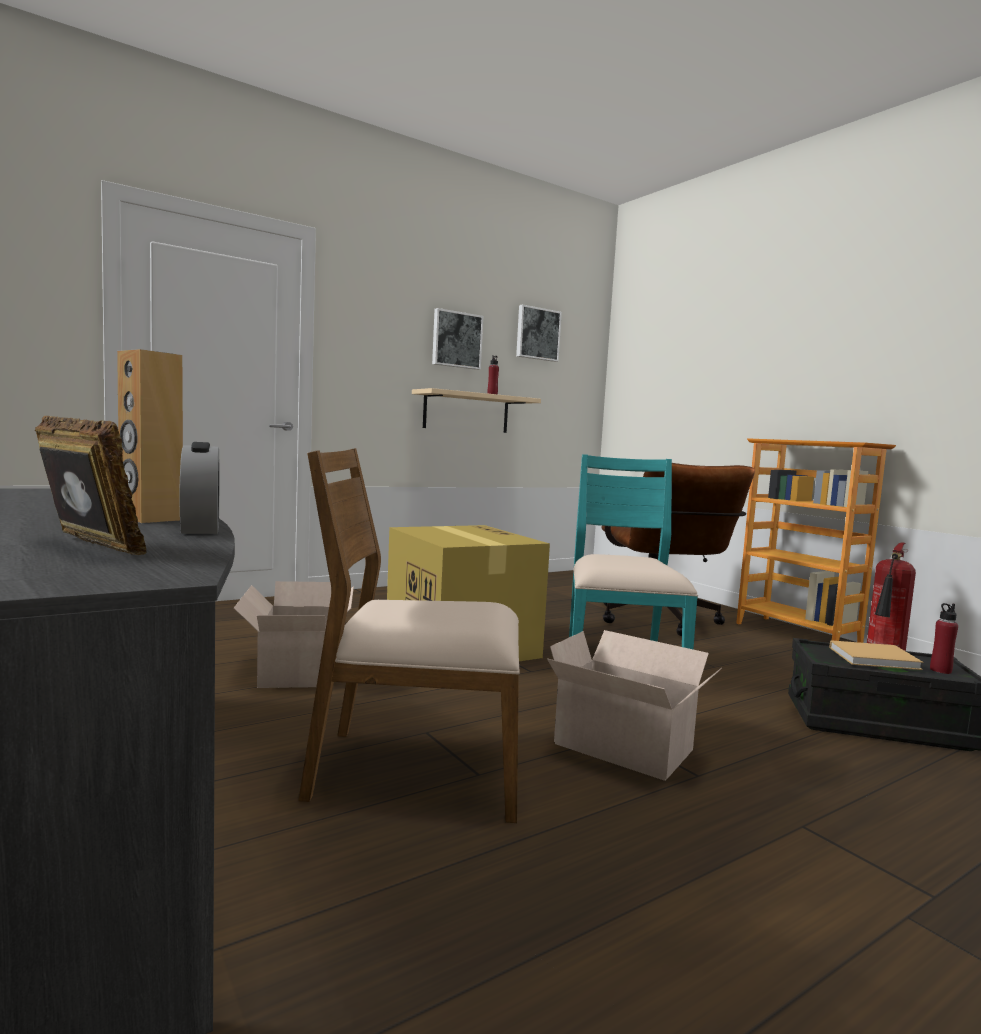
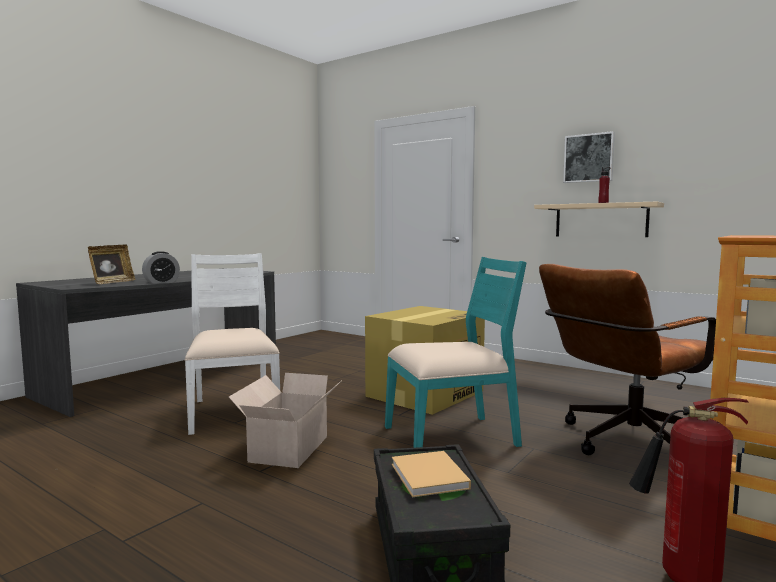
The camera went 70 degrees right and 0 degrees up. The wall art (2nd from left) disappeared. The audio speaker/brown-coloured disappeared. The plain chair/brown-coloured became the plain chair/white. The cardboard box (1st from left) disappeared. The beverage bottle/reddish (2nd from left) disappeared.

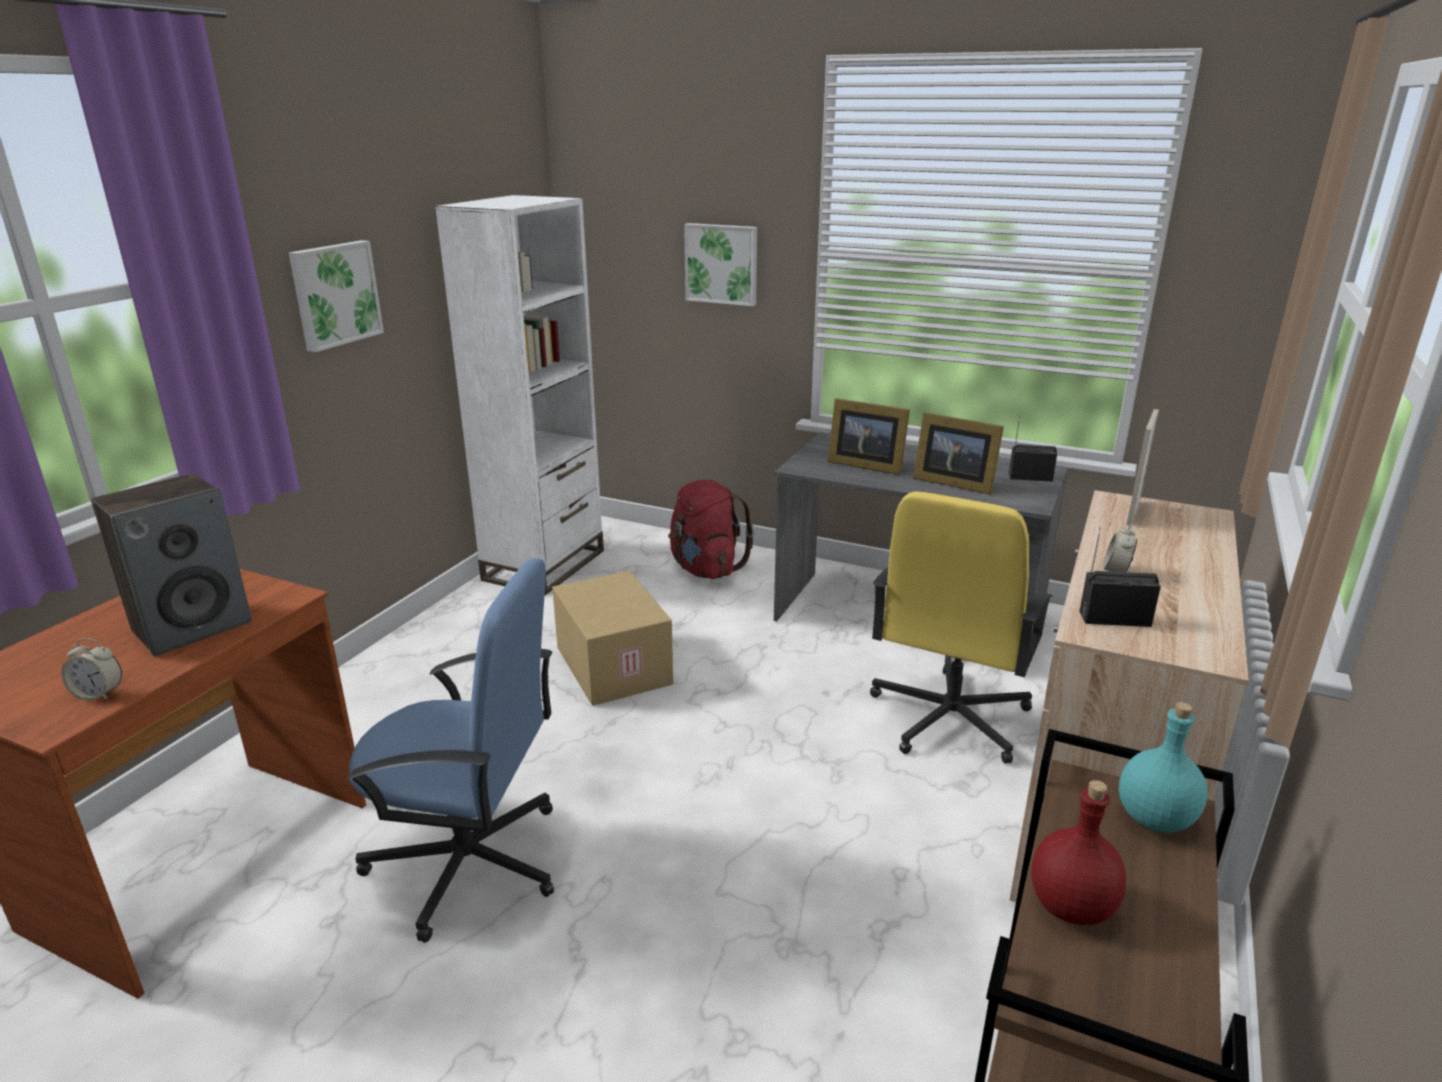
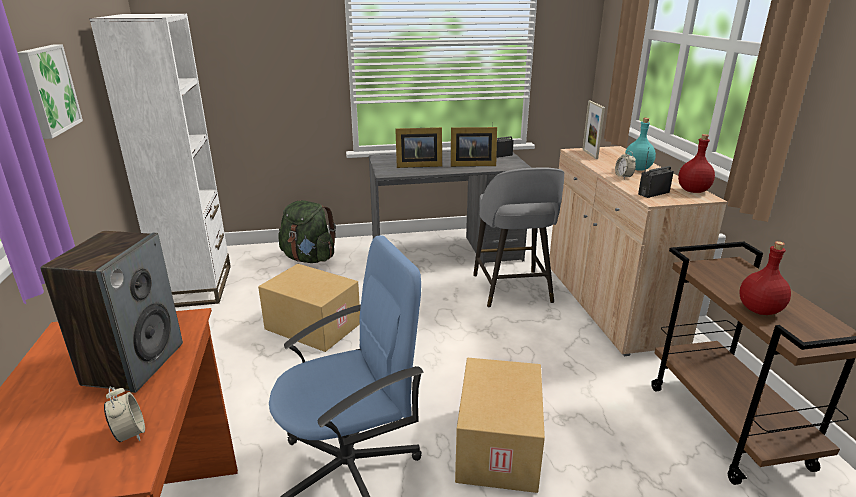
The camera went 35 degrees left and 0 degrees up. The wall art (2nd from left) disappeared. The rucksack/reddish became the rucksack/green-coloured. The desk chair/yellow was replaced by the stool/grey. The table clock (1st from left) turned 90 degrees counterclockwise. The beverage bottle/turquoise moved. The beverage bottle/reddish (1st from left) appeared. The cardboard box (2nd from left) appeared.

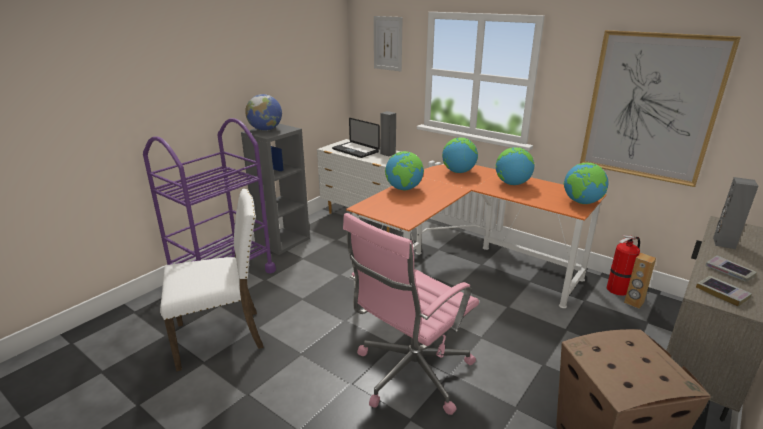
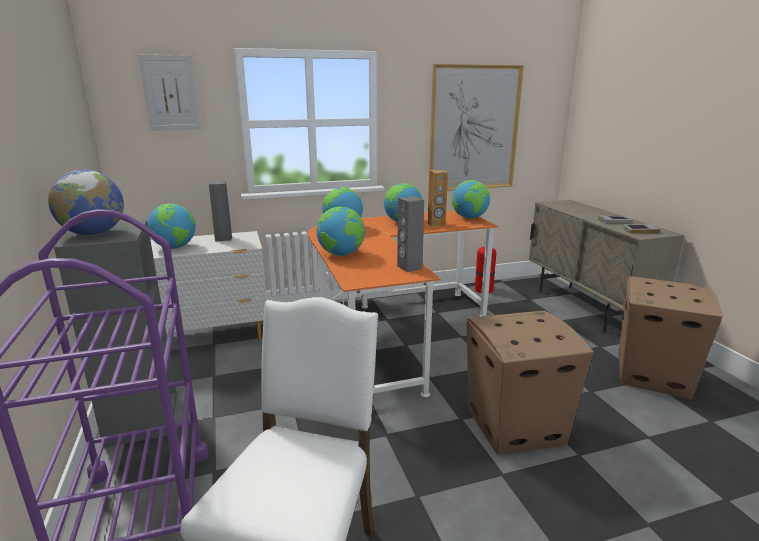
The camera went 55 degrees left and 5 degrees down. The laptop was replaced by the desk globe (2nd from left). The audio speaker/grey (2nd from left) moved. The desk chair/pink-coloured was replaced by the cardboard box (1st from left). The audio speaker/brown-coloured moved.

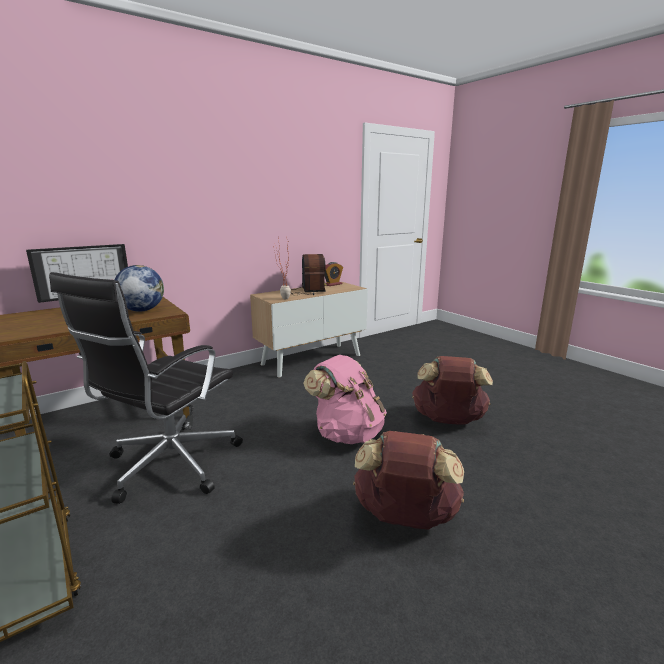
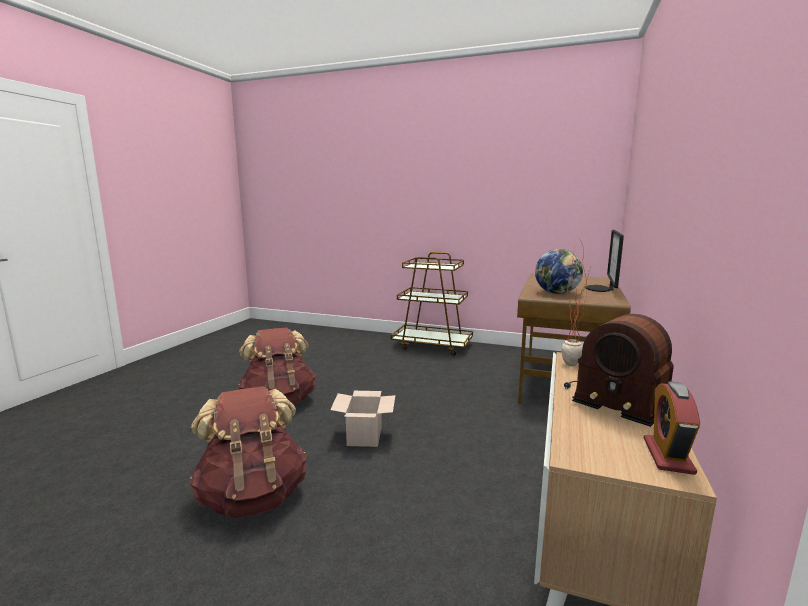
The camera went 145 degrees right and 5 degrees down. The desk chair/black disappeared. The rucksack/pink-coloured was replaced by the cardboard box.

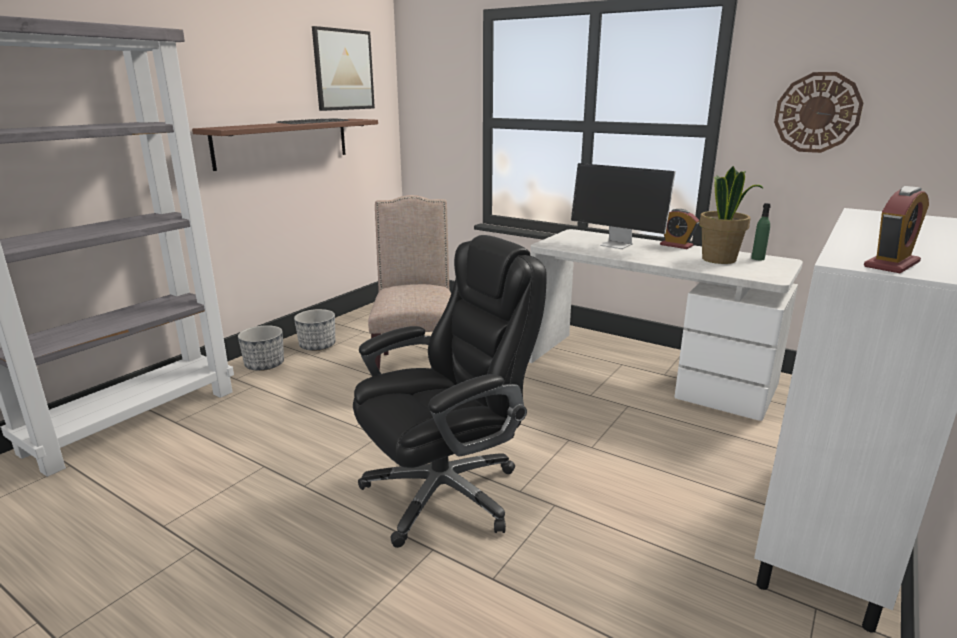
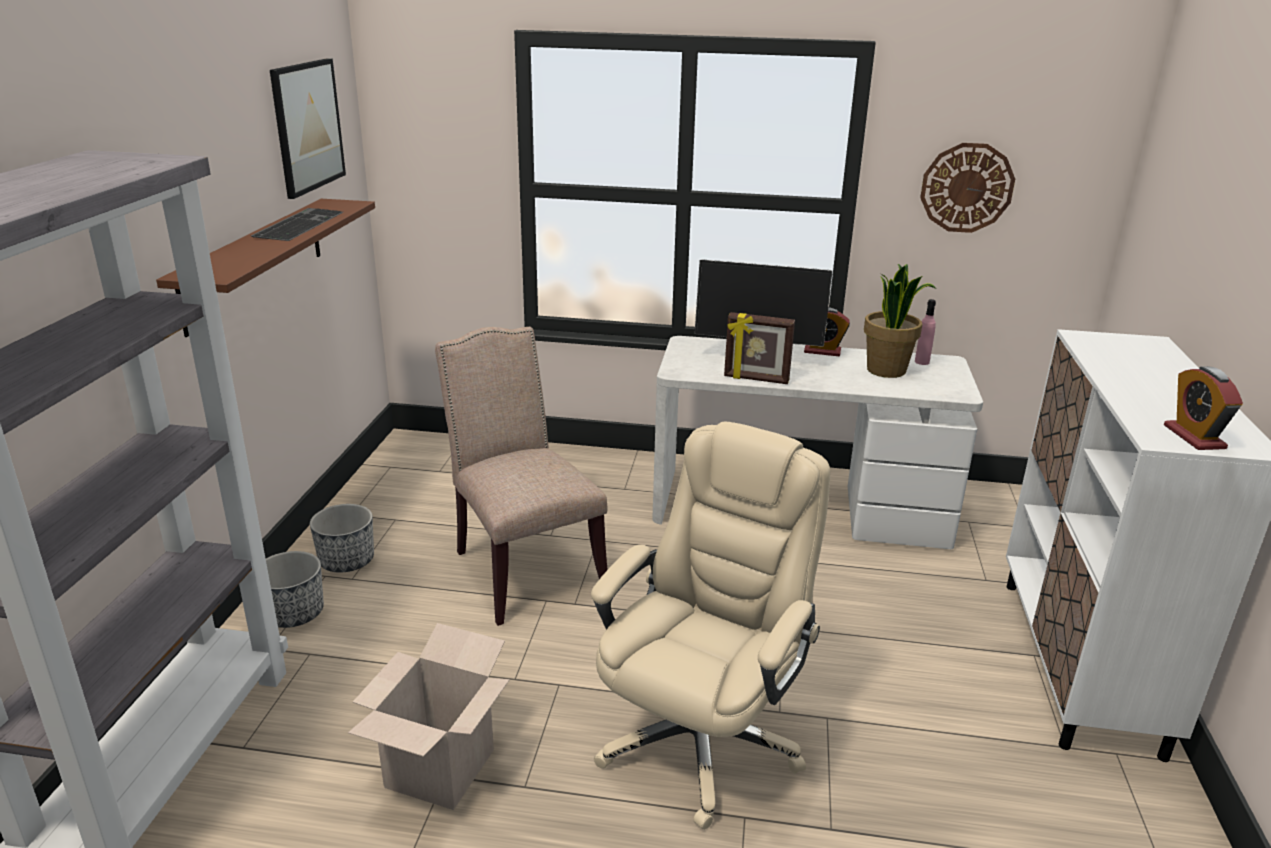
The camera went 25 degrees left and 5 degrees up. The table clock (2nd from left) turned 150 degrees clockwise. The beverage bottle/green-coloured became the beverage bottle/pink-coloured. The desk chair/black became the desk chair/beige. The photo frame appeared. The cardboard box appeared.

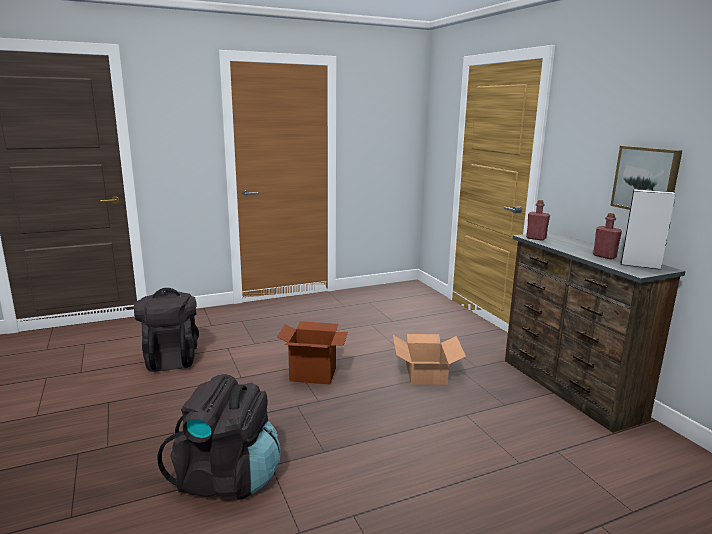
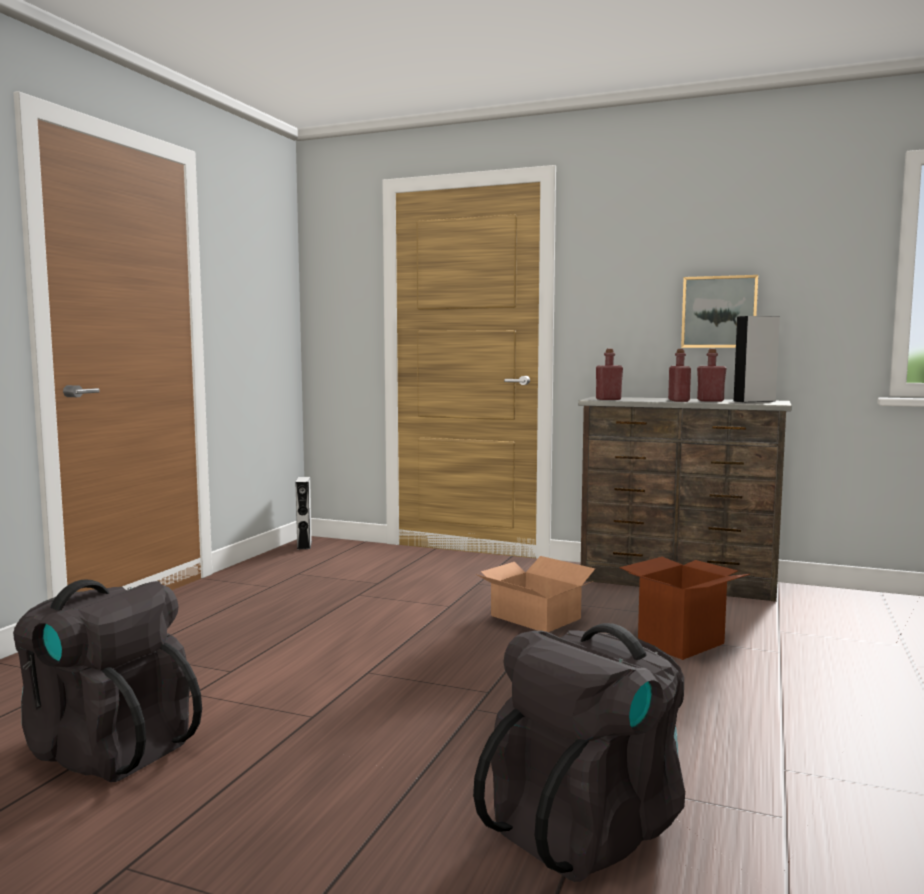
The camera went 45 degrees left and 10 degrees down. The cardboard box (1st from left in the first image) moved. The beverage bottle/reddish (2nd from left) appeared. The audio speaker/grey (1st from left) appeared.

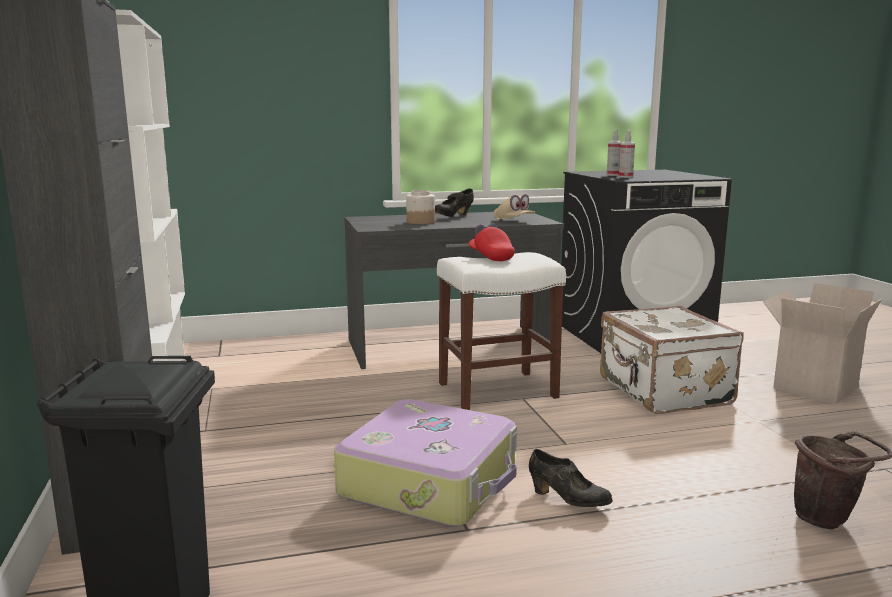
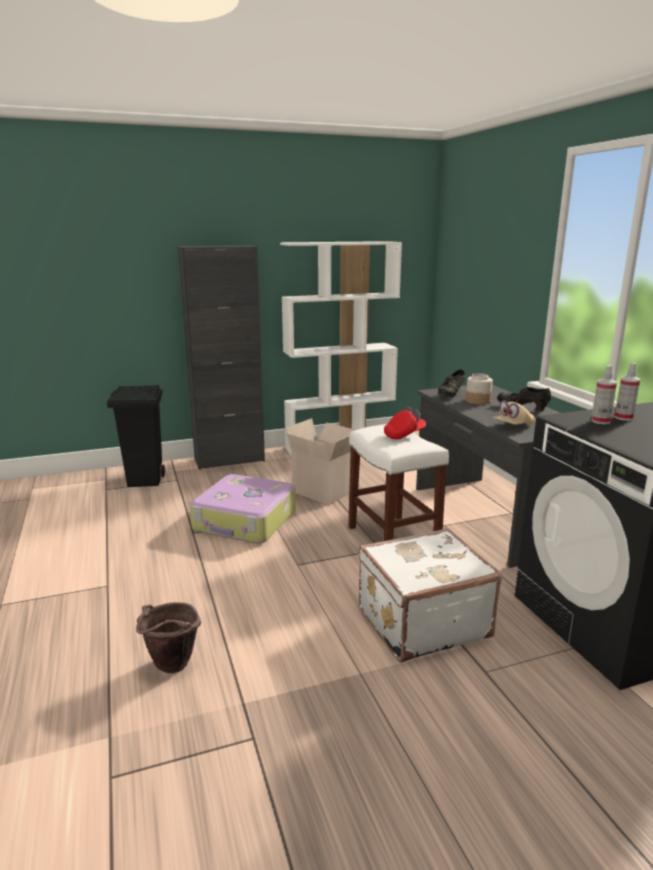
The camera went 85 degrees right and 5 degrees up. The cardboard box moved. The low shoe/black (2nd from left in the first image) moved.

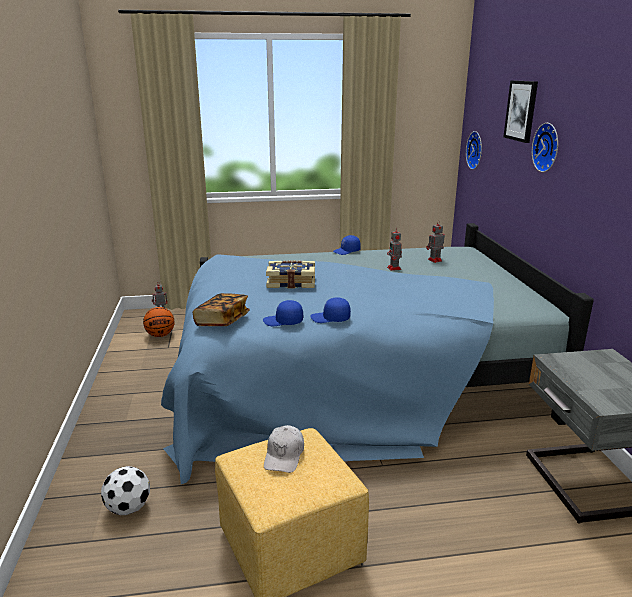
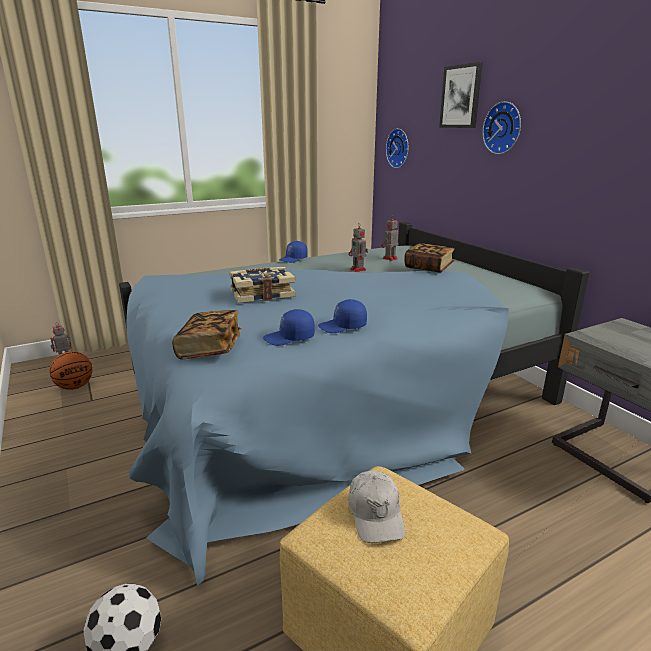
The camera went 20 degrees left and 0 degrees up. The bound book (3rd from left) appeared.

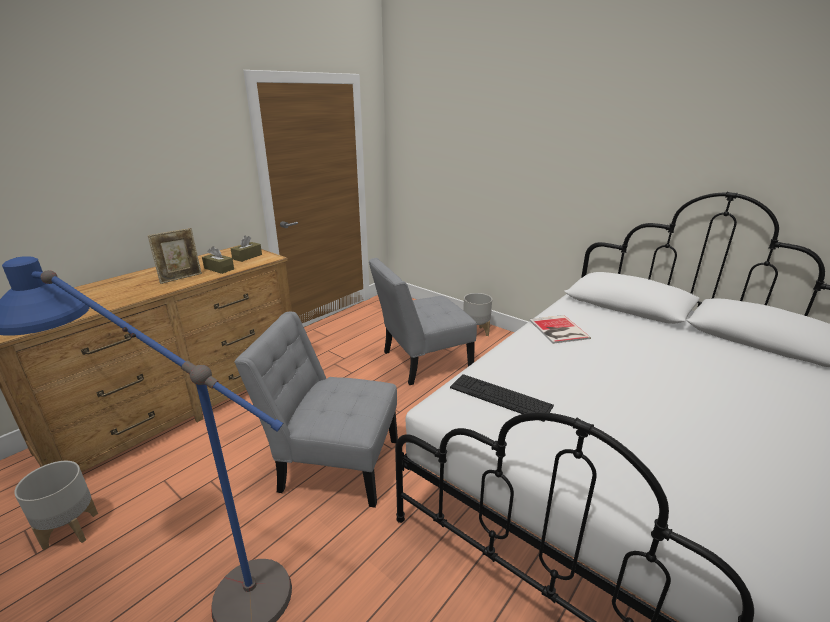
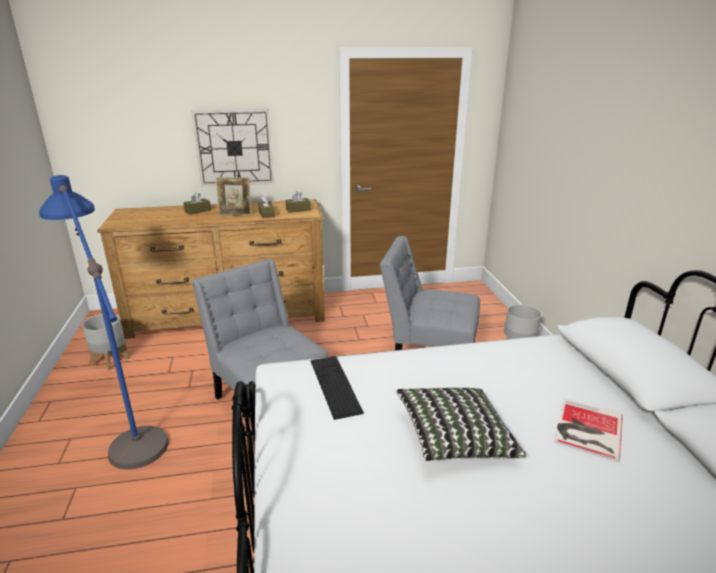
The camera went 40 degrees right and 0 degrees up. The bound book moved. The wall clock appeared. The tissue holder/brown-coloured (1st from left) appeared. The throw pillow appeared.

